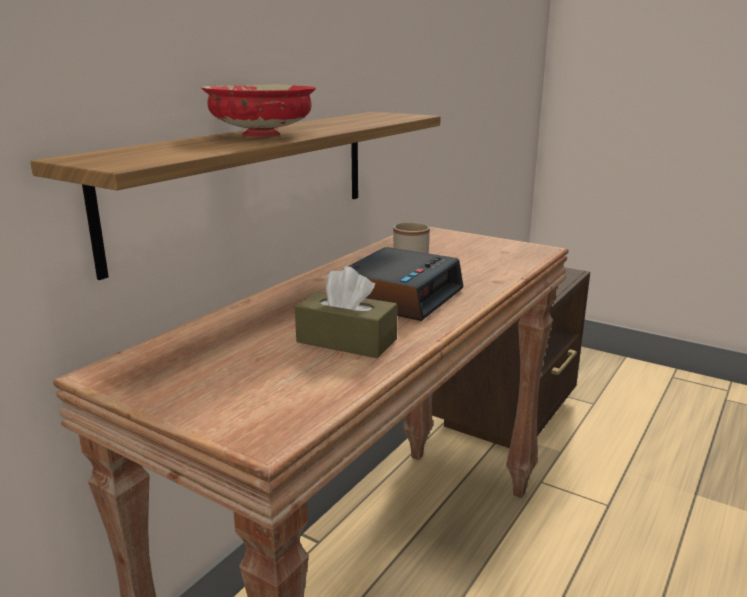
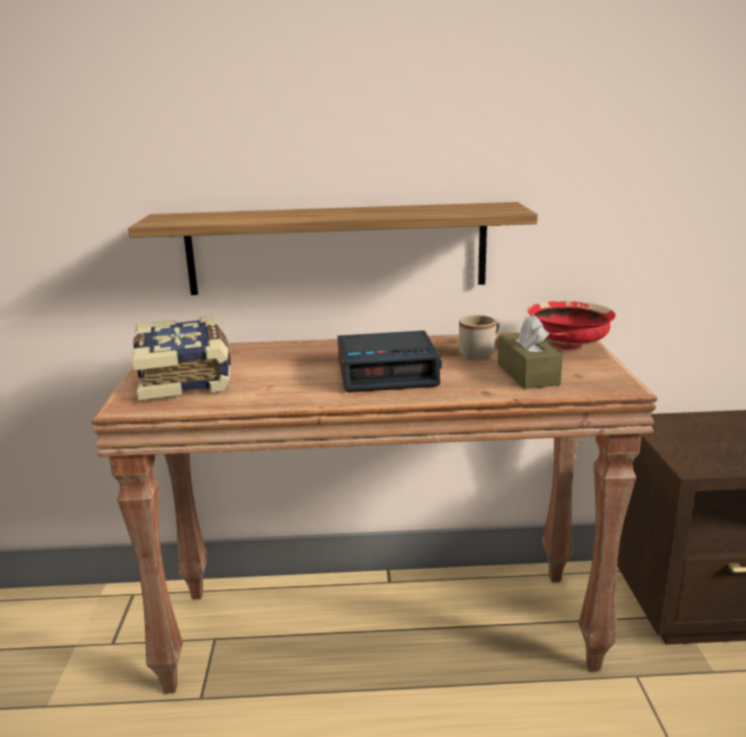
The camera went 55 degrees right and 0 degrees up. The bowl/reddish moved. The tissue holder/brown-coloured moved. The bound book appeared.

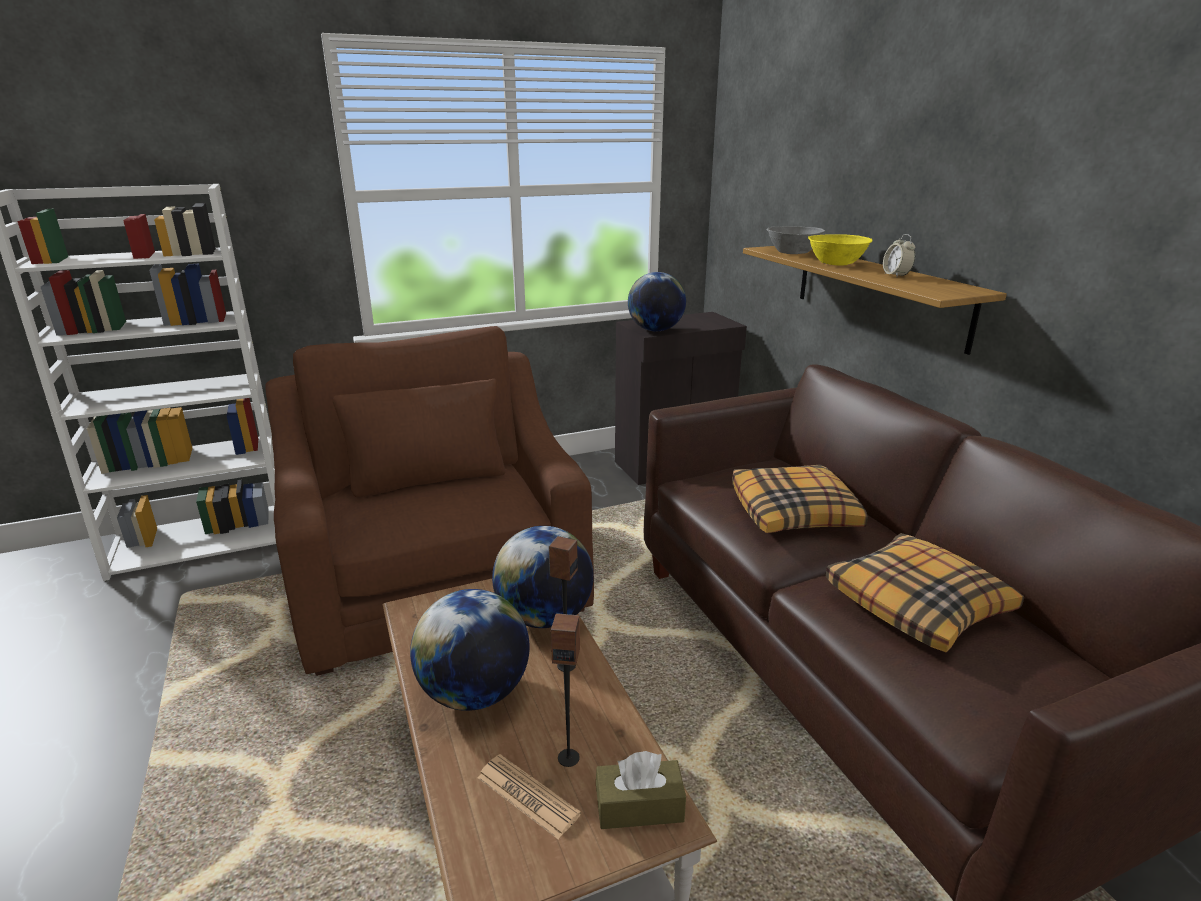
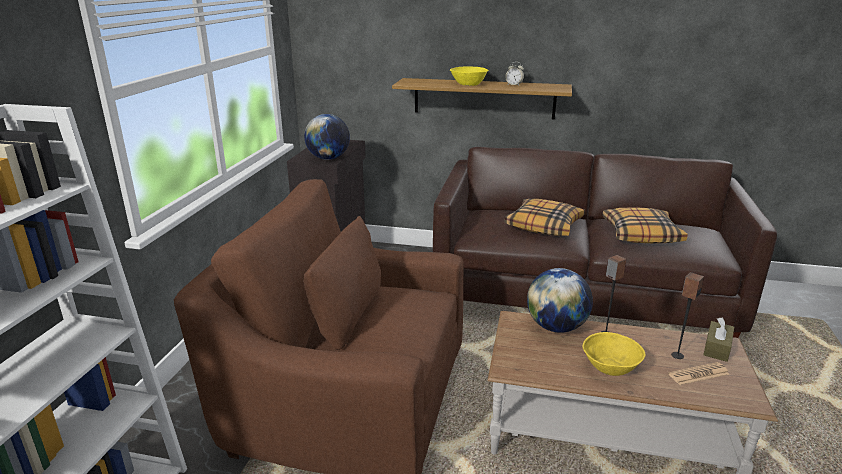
The camera went 55 degrees left and 0 degrees up. The bowl/grey disappeared. The desk globe (1st from left) was replaced by the bowl/yellow (2nd from left).

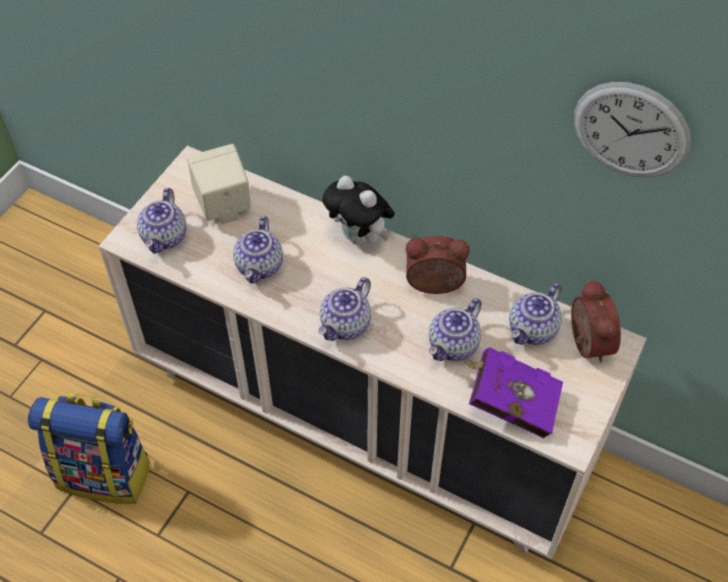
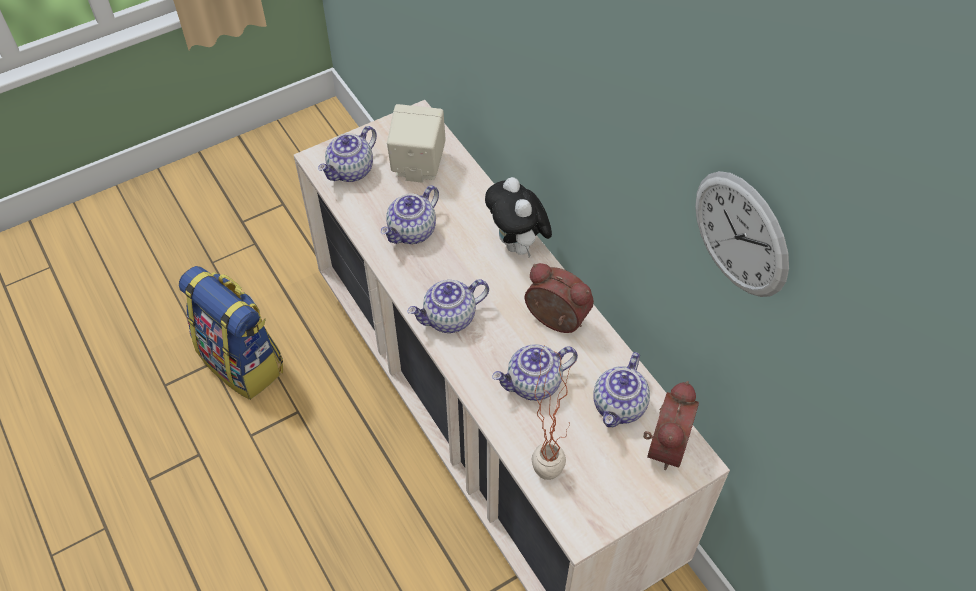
The camera went 30 degrees right and 0 degrees up. The teapot (5th from left) turned 45 degrees counterclockwise. The bound book/purple was replaced by the plant in a pot.

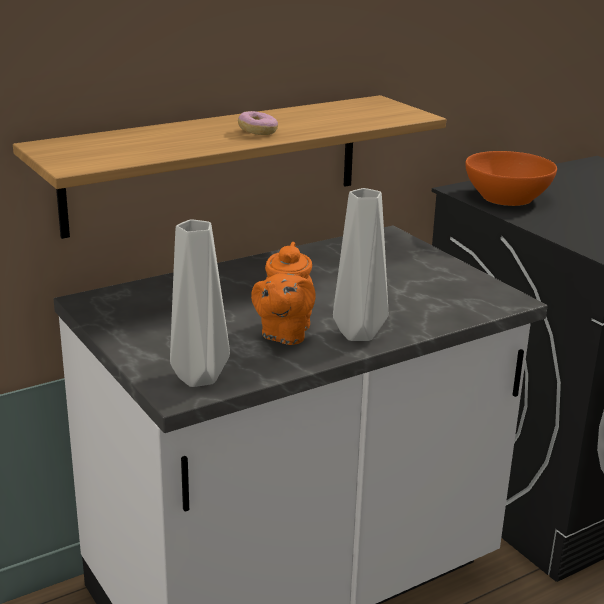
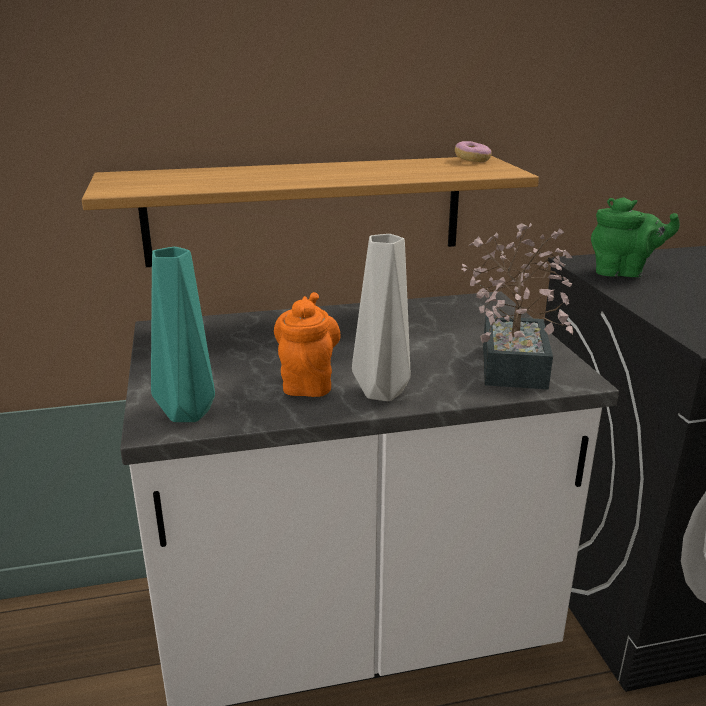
The camera went 20 degrees right and 0 degrees up. The ring doughnut moved. The bowl/orangey was replaced by the teapot/green-coloured. The decorative vase/grey (1st from left) became the decorative vase/turquoise. The teapot/orangey turned 150 degrees clockwise. The plant in a pot appeared.

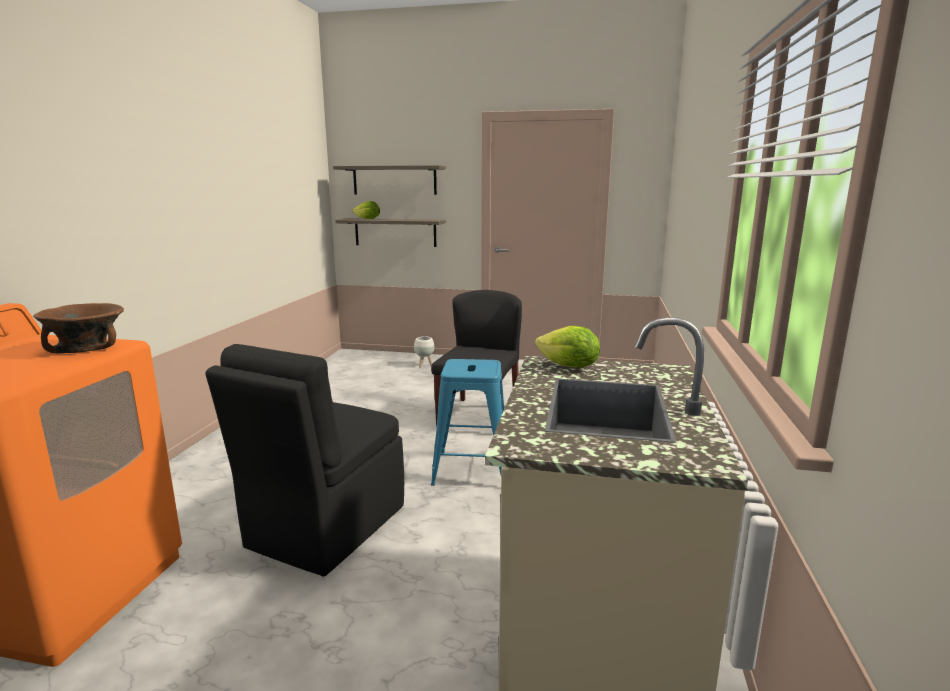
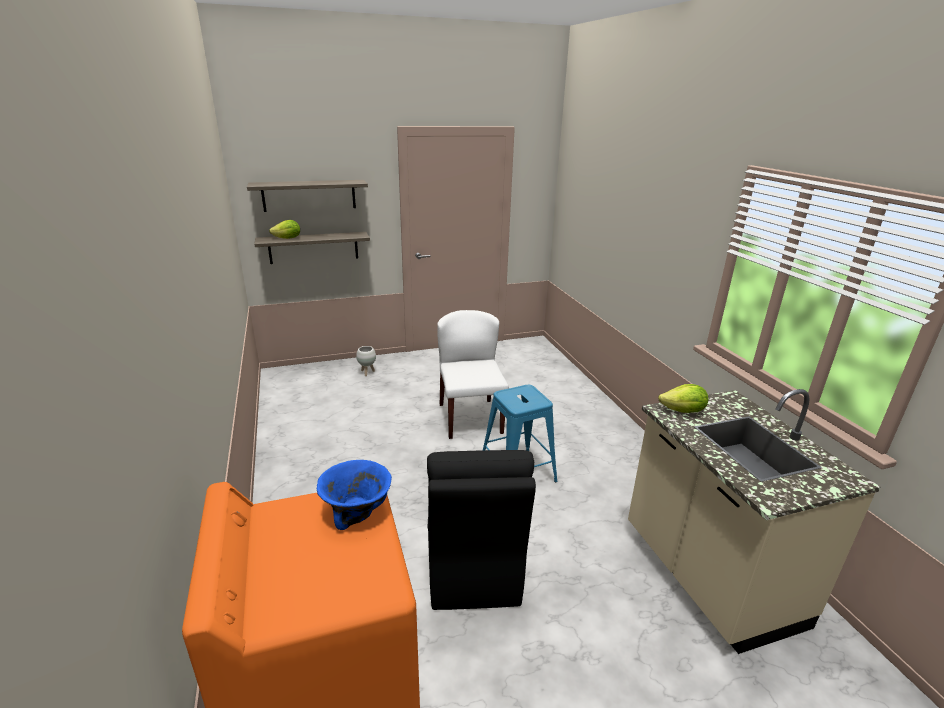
The camera went 30 degrees left and 10 degrees up. The plain chair/black (2nd from left) became the plain chair/white. The bowl/brown-coloured became the bowl/blue.

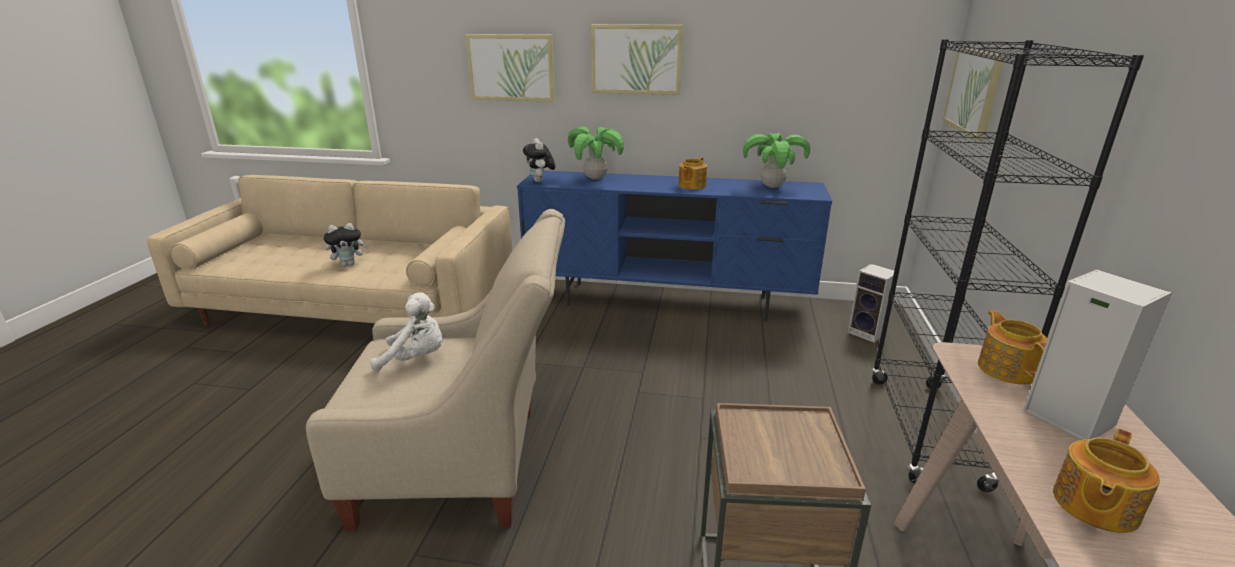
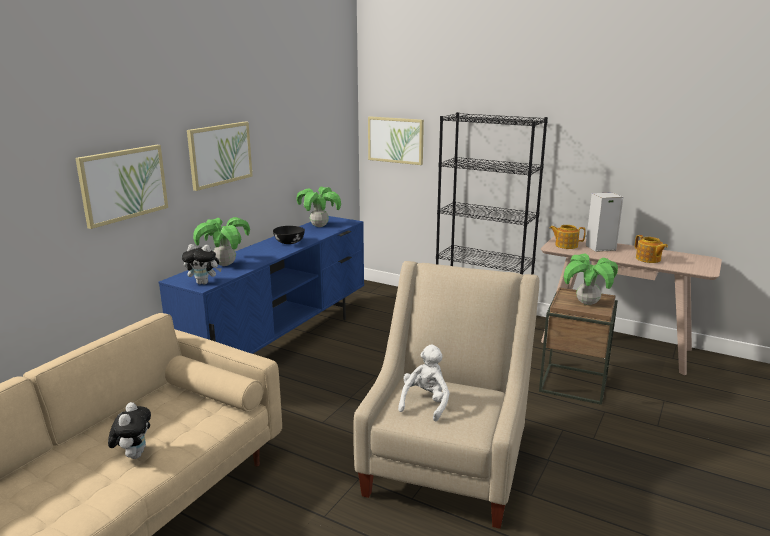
The camera went 70 degrees left and 5 degrees down. The teapot (1st from left) was replaced by the bowl/black. The audio speaker (1st from left) disappeared. The plant in a pot (3rd from left) appeared.

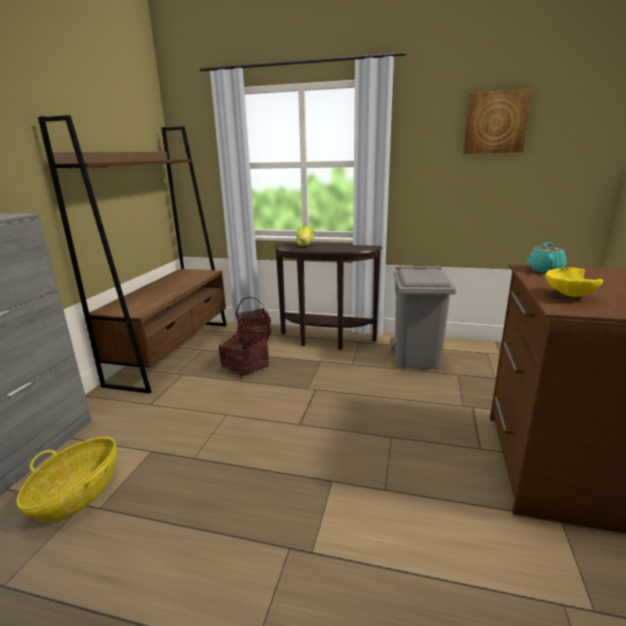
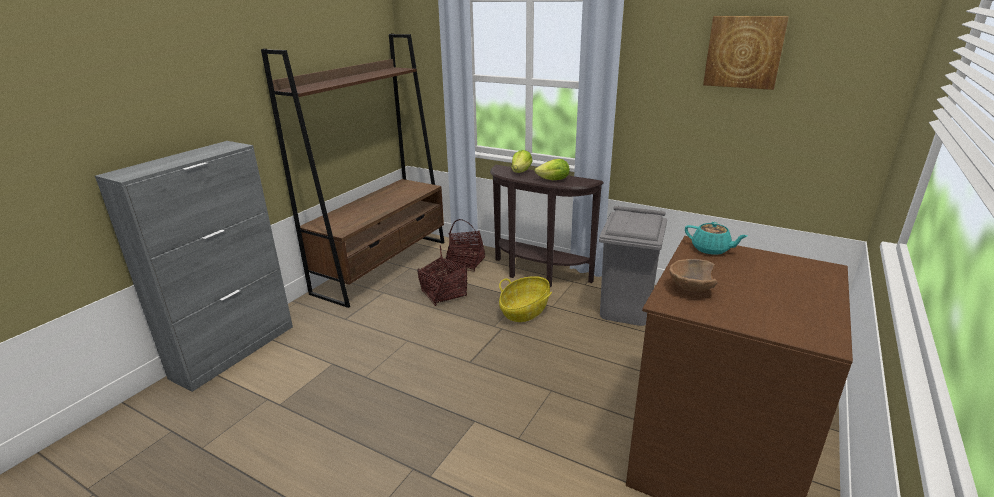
The camera went 15 degrees right and 5 degrees up. The teapot/turquoise turned 90 degrees clockwise. The bowl/yellow became the bowl/brown-coloured. The storage basket (1st from left in the first image) moved. The lettuce head (2nd from left) appeared.

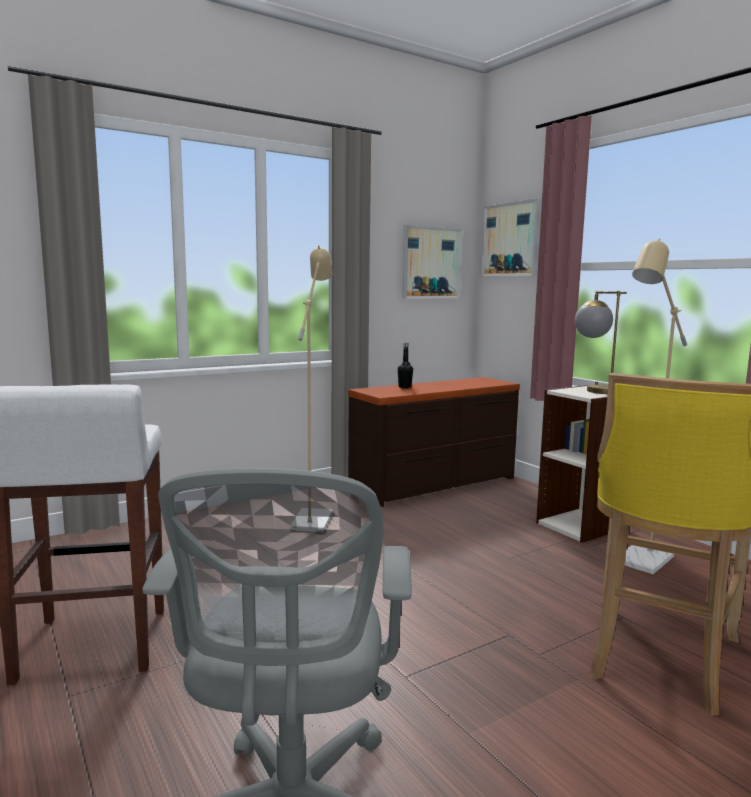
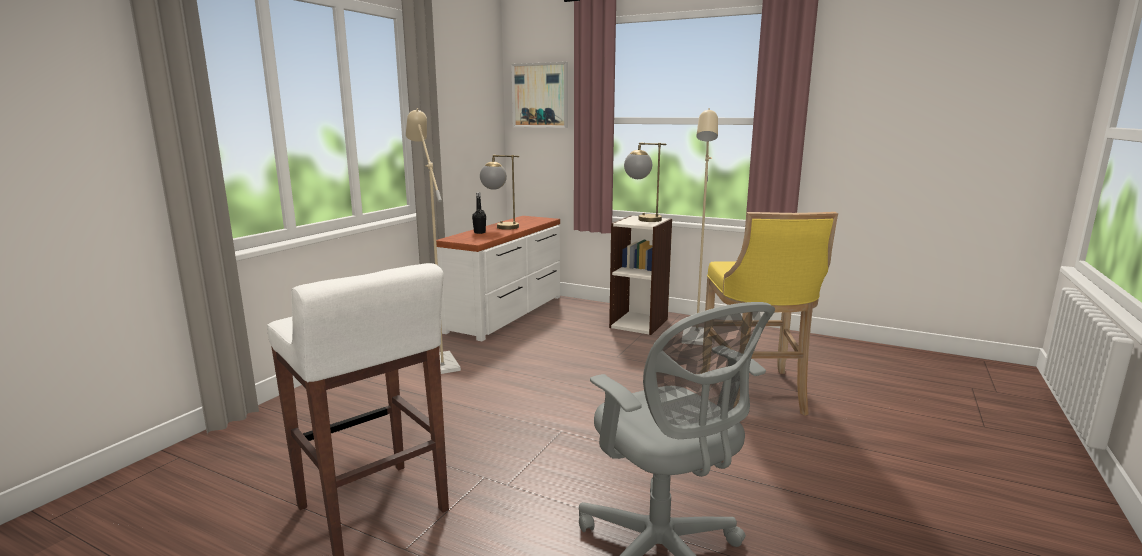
The camera went 30 degrees left and 5 degrees up. The wall art (1st from left) disappeared. The drawer chest/brown-coloured became the drawer chest/white. The lamp for a table (1st from left) appeared.

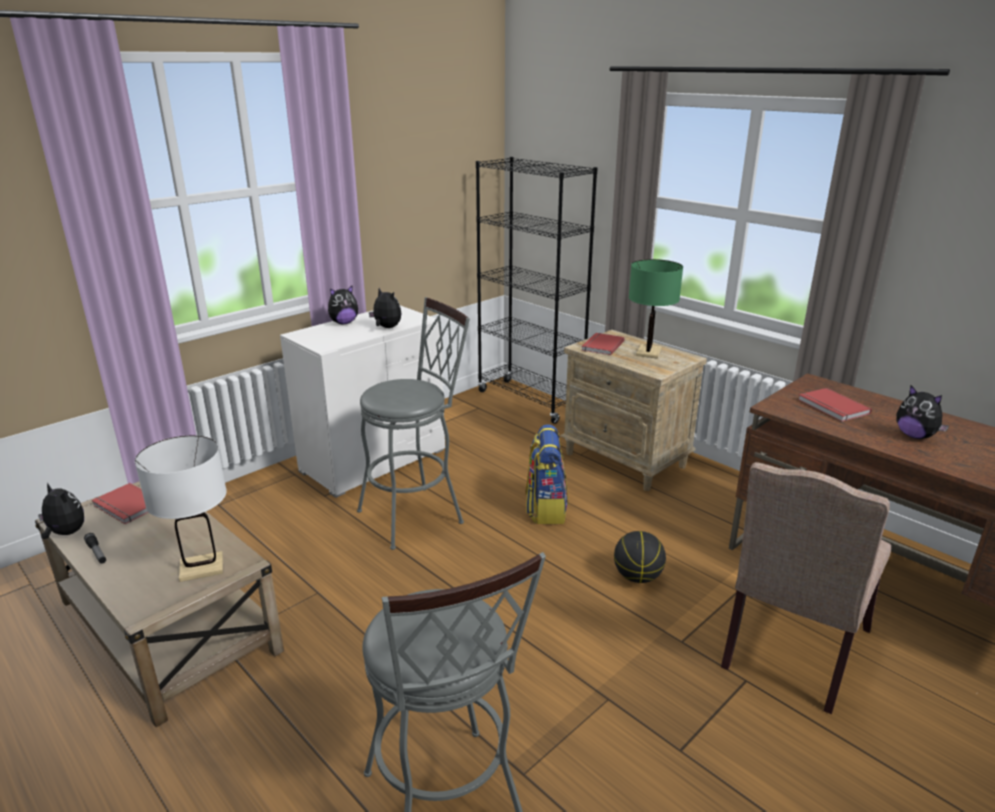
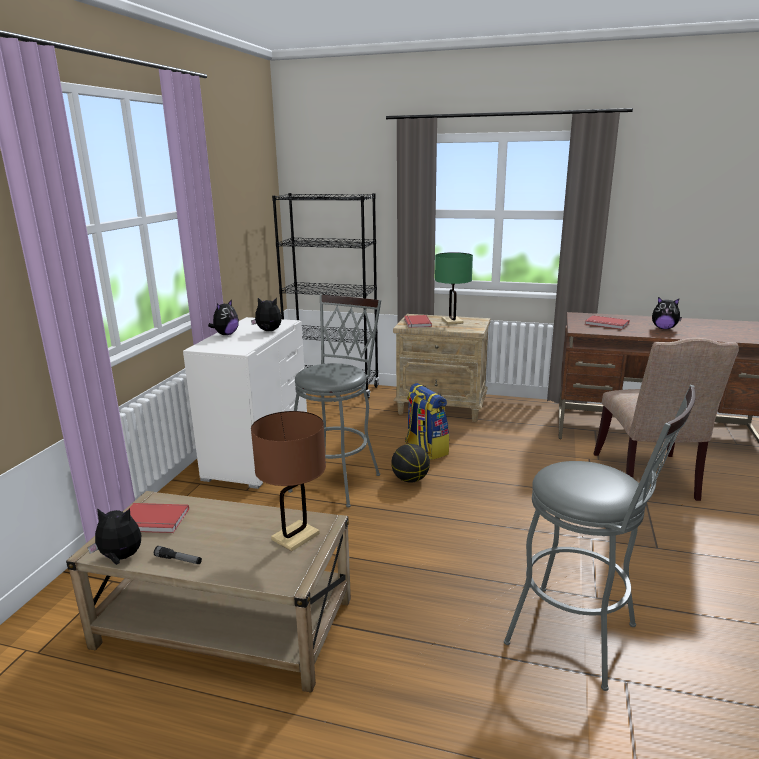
The camera went 30 degrees left and 5 degrees down. The lamp for a table/white became the lamp for a table/brown-coloured. The basketball moved.

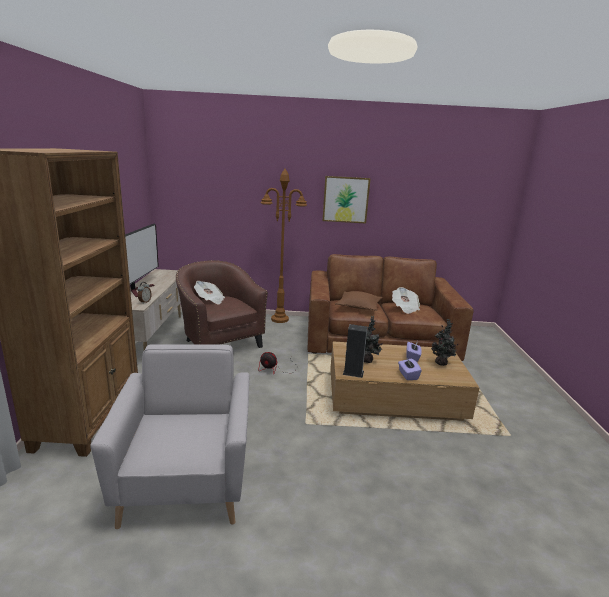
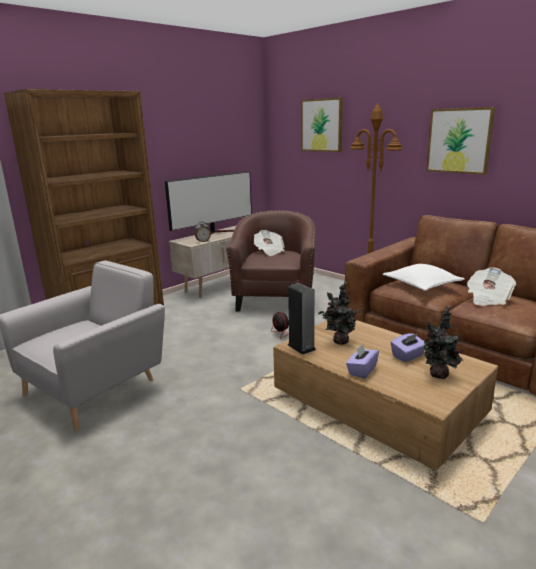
The camera went 45 degrees right and 0 degrees up. The throw pillow/brown-coloured became the throw pillow/white. The wall art (1st from left) appeared.

